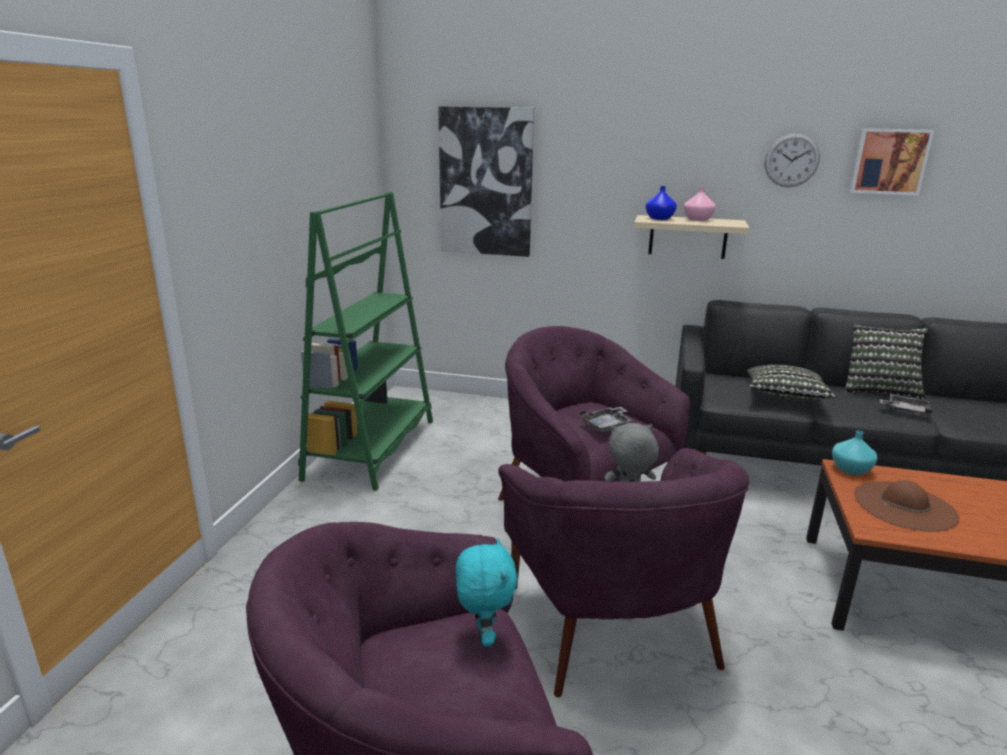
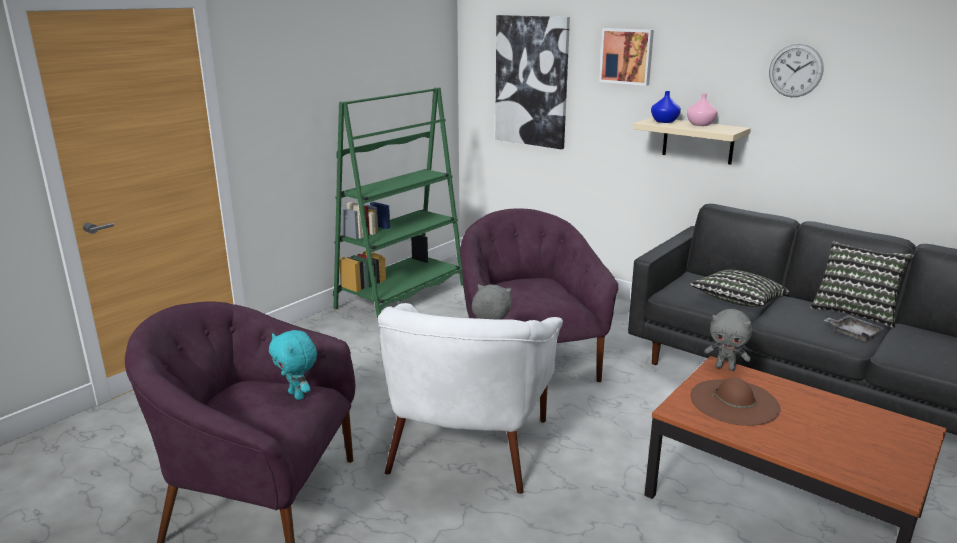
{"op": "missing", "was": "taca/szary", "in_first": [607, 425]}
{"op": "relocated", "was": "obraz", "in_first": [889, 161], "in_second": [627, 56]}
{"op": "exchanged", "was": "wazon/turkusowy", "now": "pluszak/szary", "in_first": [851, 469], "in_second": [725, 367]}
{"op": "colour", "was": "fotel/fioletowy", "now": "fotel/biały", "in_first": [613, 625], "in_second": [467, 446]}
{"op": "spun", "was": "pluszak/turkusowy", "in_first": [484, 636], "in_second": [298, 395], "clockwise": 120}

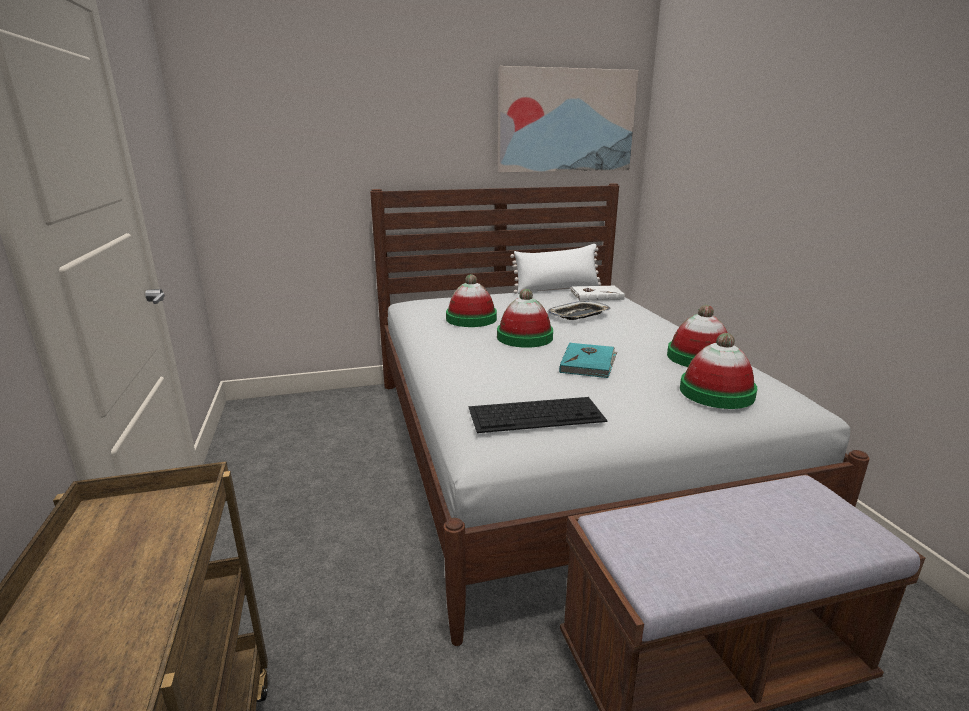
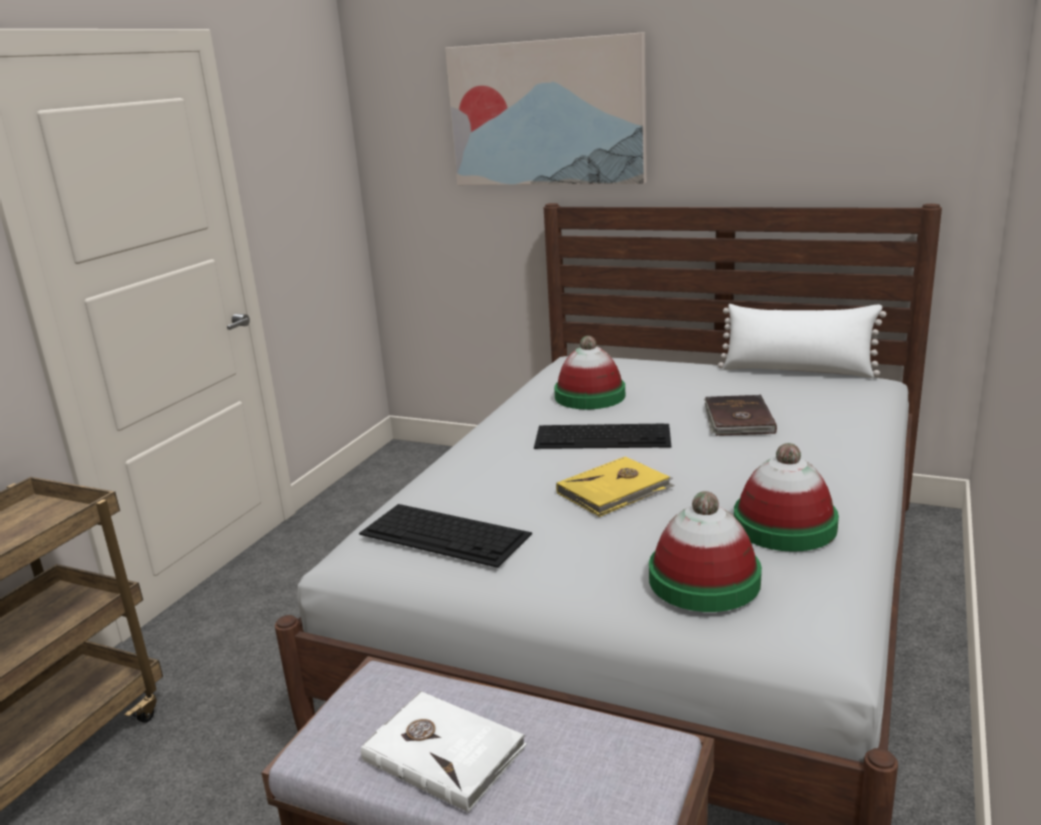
{"op": "relocated", "was": "obraz", "in_first": [566, 121], "in_second": [546, 113]}
{"op": "relocated", "was": "książka/biały", "in_first": [596, 295], "in_second": [444, 752]}
{"op": "exchanged", "was": "kapelusz", "now": "klawiatura", "in_first": [524, 337], "in_second": [604, 436]}
{"op": "exchanged", "was": "taca", "now": "książka/brązowy", "in_first": [579, 315], "in_second": [737, 419]}
{"op": "colour", "was": "książka/turkusowy", "now": "książka/żółty", "in_first": [588, 363], "in_second": [615, 490]}

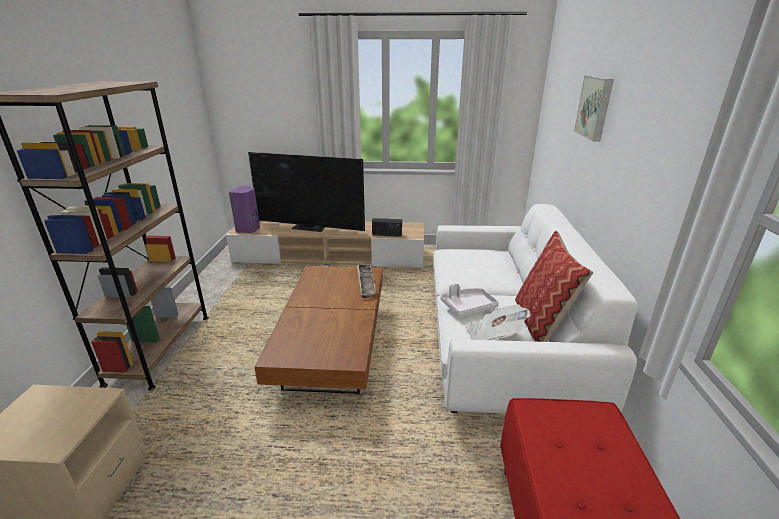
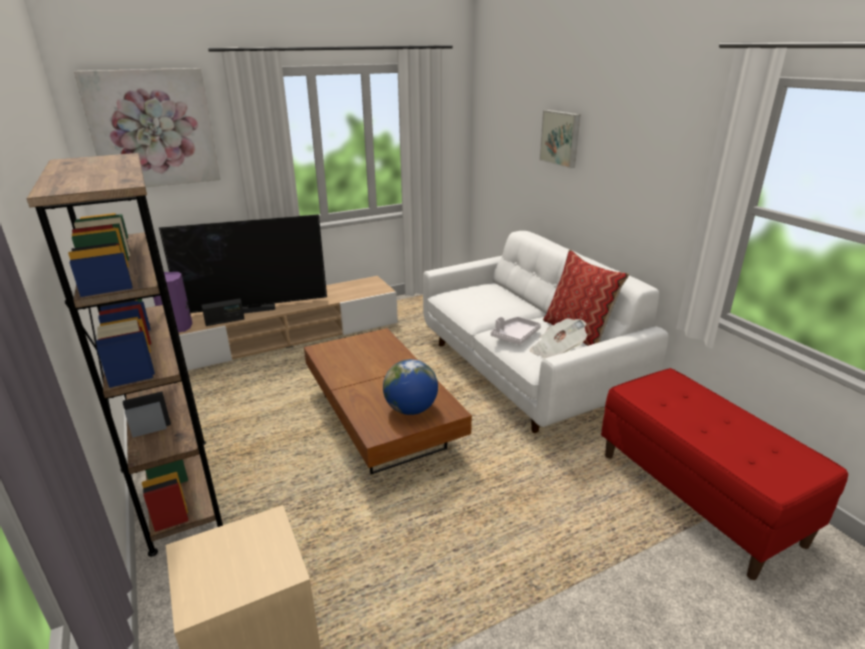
{"op": "missing", "was": "taca", "in_first": [366, 283]}
{"op": "appeared", "now": "obraz", "in_second": [153, 129]}
{"op": "appeared", "now": "globus", "in_second": [411, 409]}
{"op": "relocated", "was": "radio", "in_first": [387, 234], "in_second": [225, 321]}

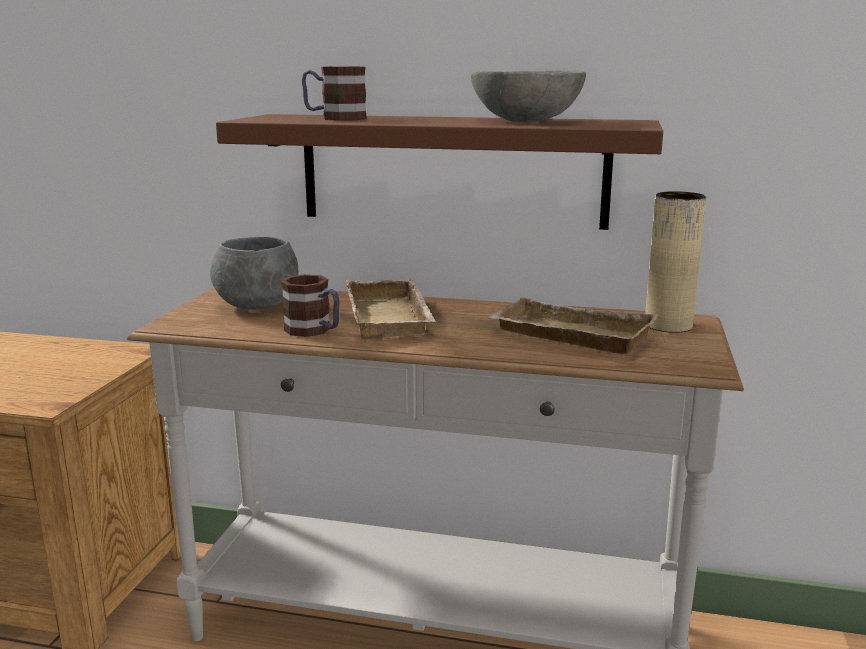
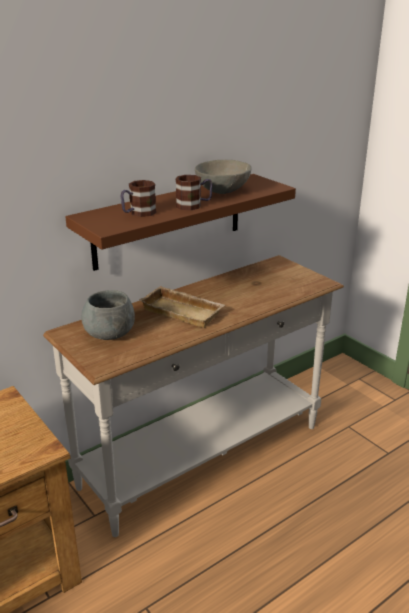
{"op": "missing", "was": "taca/beżowy", "in_first": [568, 336]}
{"op": "missing", "was": "wazon/beżowy", "in_first": [668, 325]}
{"op": "relocated", "was": "kubek", "in_first": [314, 331], "in_second": [194, 205]}

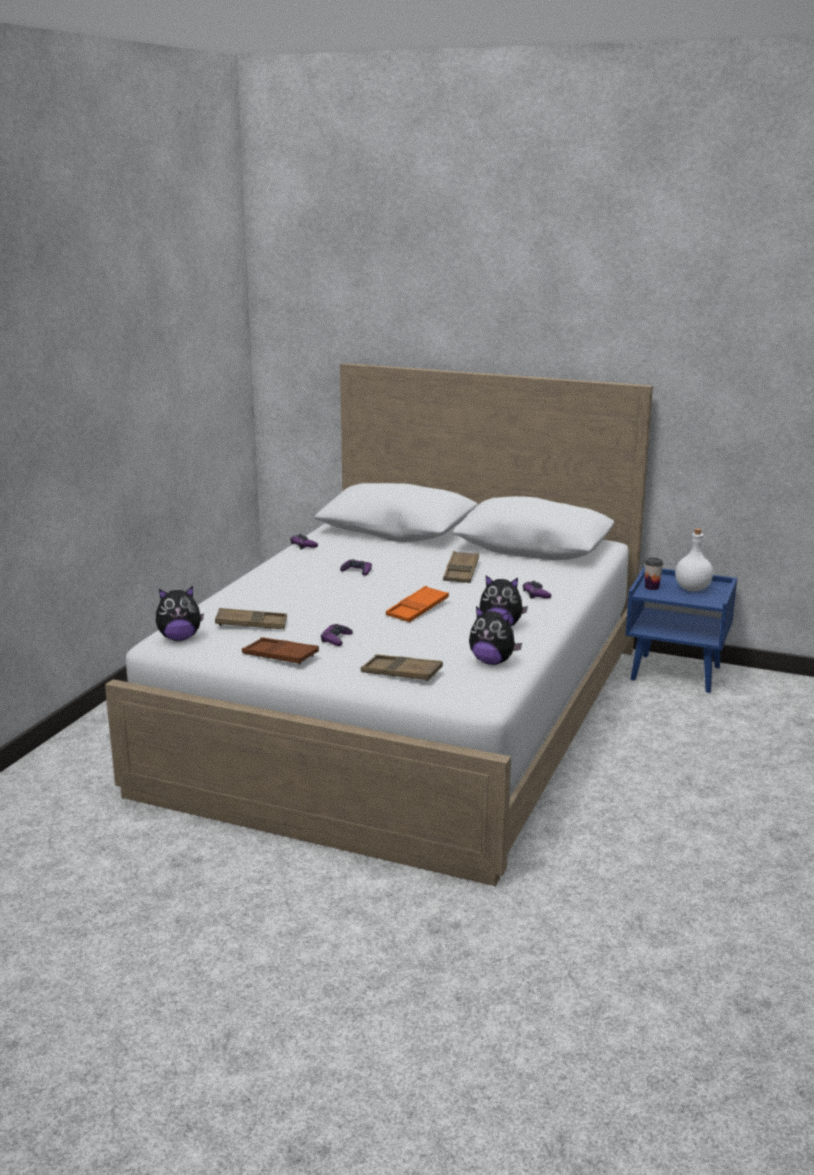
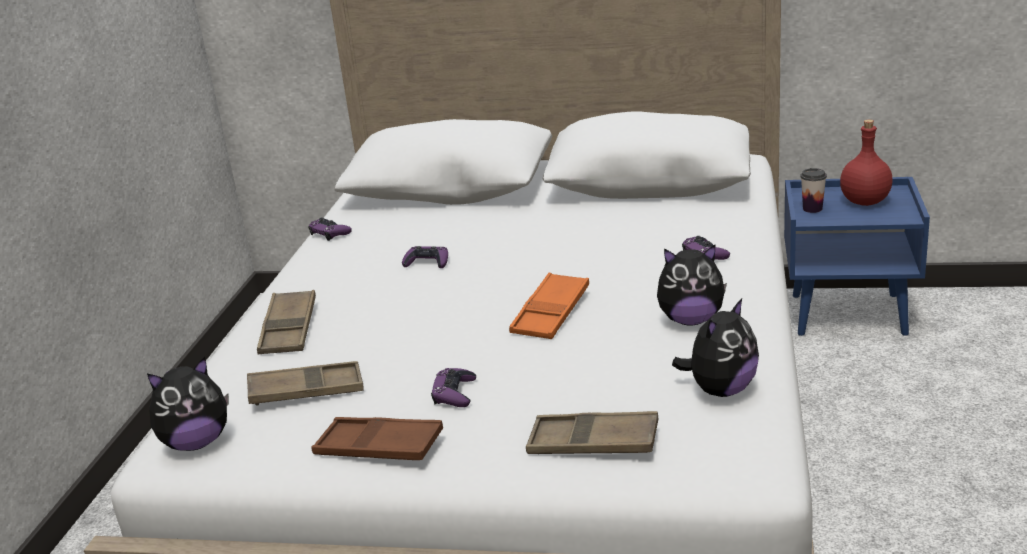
{"op": "relocated", "was": "taca/brązowy", "in_first": [461, 572], "in_second": [289, 329]}
{"op": "colour", "was": "butelka/biały", "now": "butelka/czerwony", "in_first": [692, 588], "in_second": [864, 201]}
{"op": "spun", "was": "pluszak", "in_first": [492, 662], "in_second": [720, 390], "clockwise": -60}

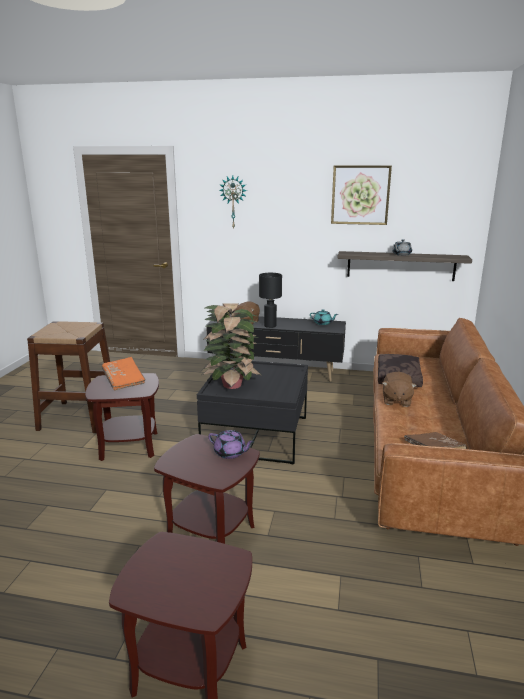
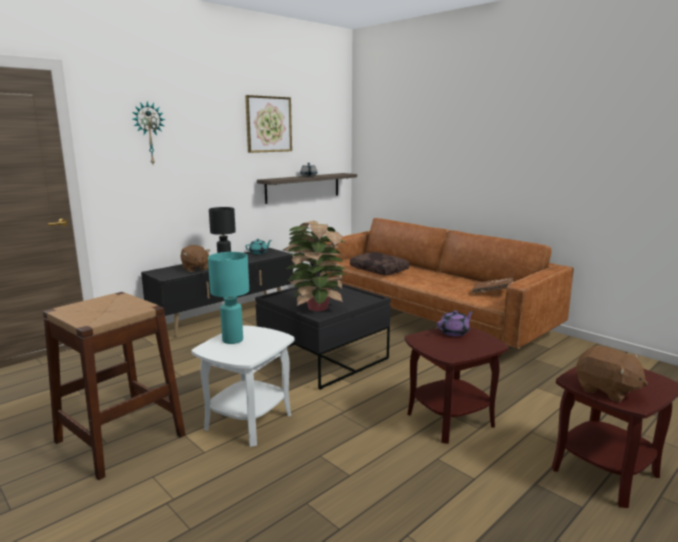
{"op": "relocated", "was": "pluszak/brązowy", "in_first": [396, 400], "in_second": [606, 390]}
{"op": "exchanged", "was": "książka/pomarańczowy", "now": "lampa stołowa/turkusowy", "in_first": [124, 380], "in_second": [233, 340]}
{"op": "colour", "was": "stolik/brązowy", "now": "stolik/biały", "in_first": [129, 445], "in_second": [248, 421]}

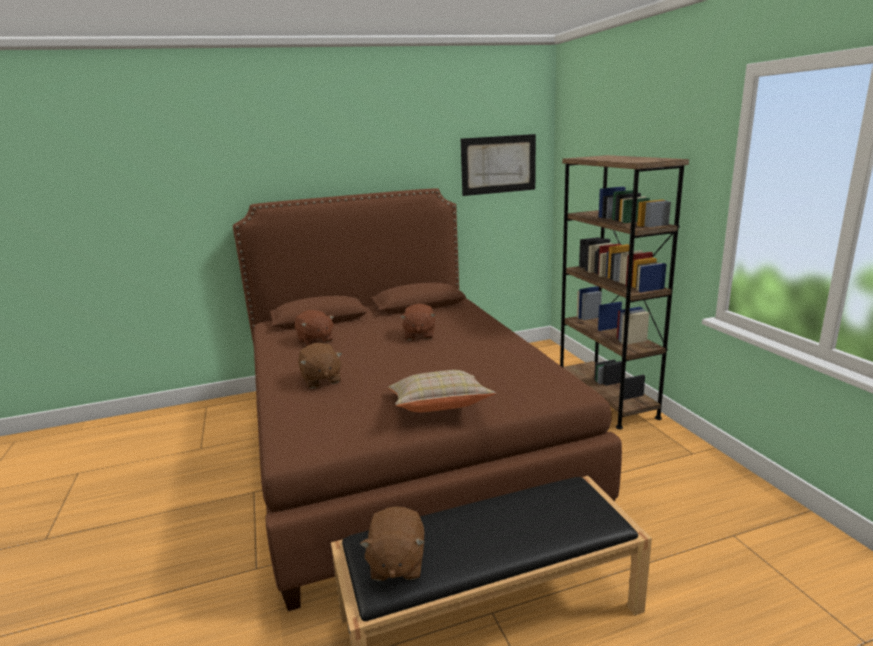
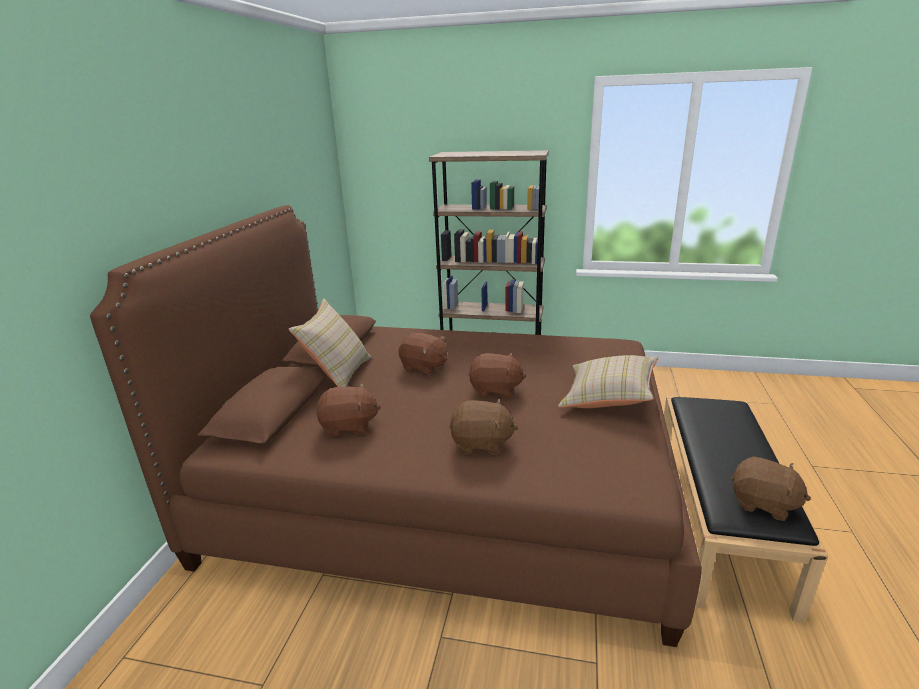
{"op": "missing", "was": "obraz", "in_first": [498, 164]}
{"op": "appeared", "now": "poduszka/beżowy", "in_second": [338, 373]}
{"op": "appeared", "now": "pluszak/brązowy", "in_second": [495, 390]}

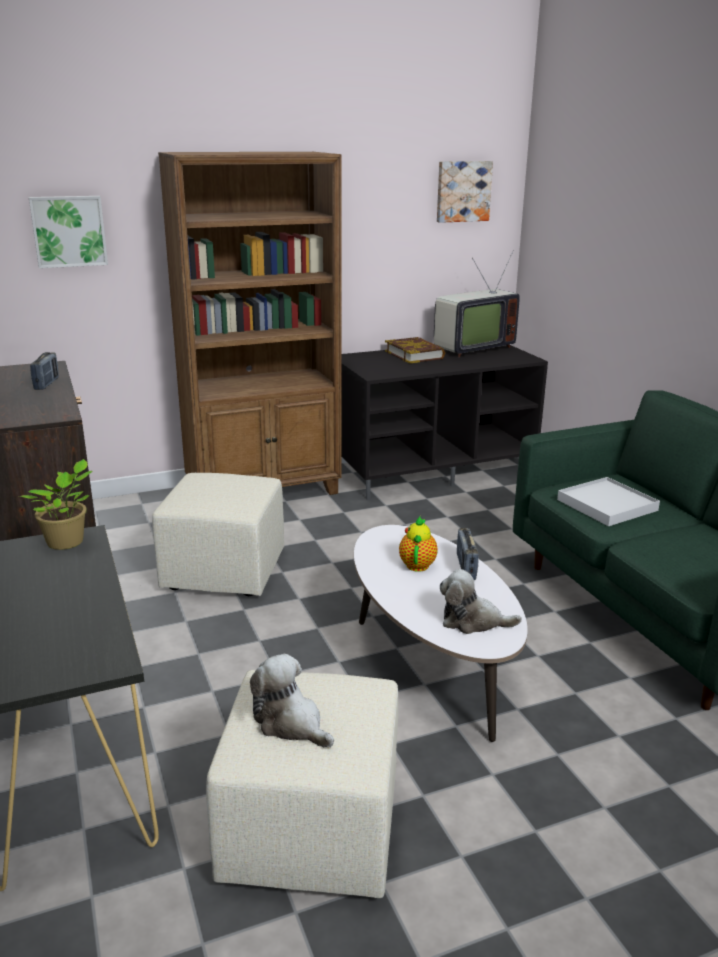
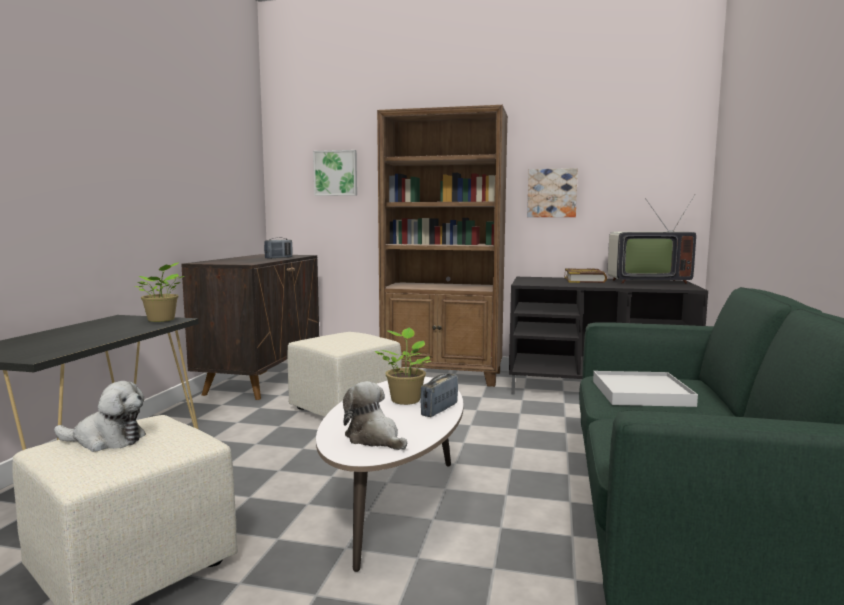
{"op": "relocated", "was": "obraz", "in_first": [463, 191], "in_second": [552, 193]}
{"op": "exchanged", "was": "imbryk", "now": "roślina doniczkowa", "in_first": [417, 564], "in_second": [405, 399]}
{"op": "spun", "was": "pluszak", "in_first": [291, 723], "in_second": [106, 440], "clockwise": 105}

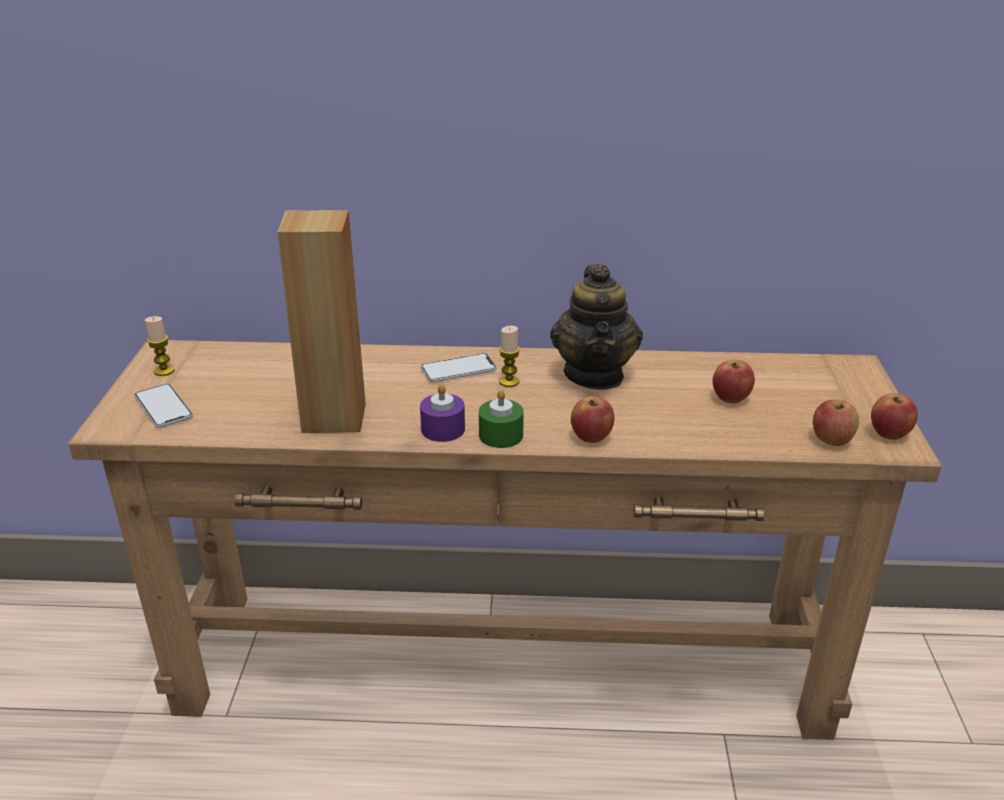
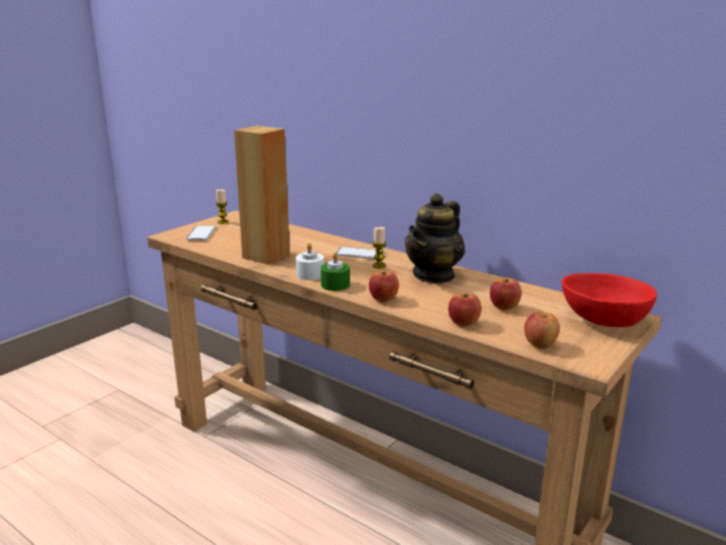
{"op": "appeared", "now": "miska/czerwony", "in_second": [604, 320]}
{"op": "relocated", "was": "jabłko", "in_first": [889, 434], "in_second": [463, 324]}
{"op": "colour", "was": "świeca/fioletowy", "now": "świeca/biały", "in_first": [443, 429], "in_second": [310, 274]}

